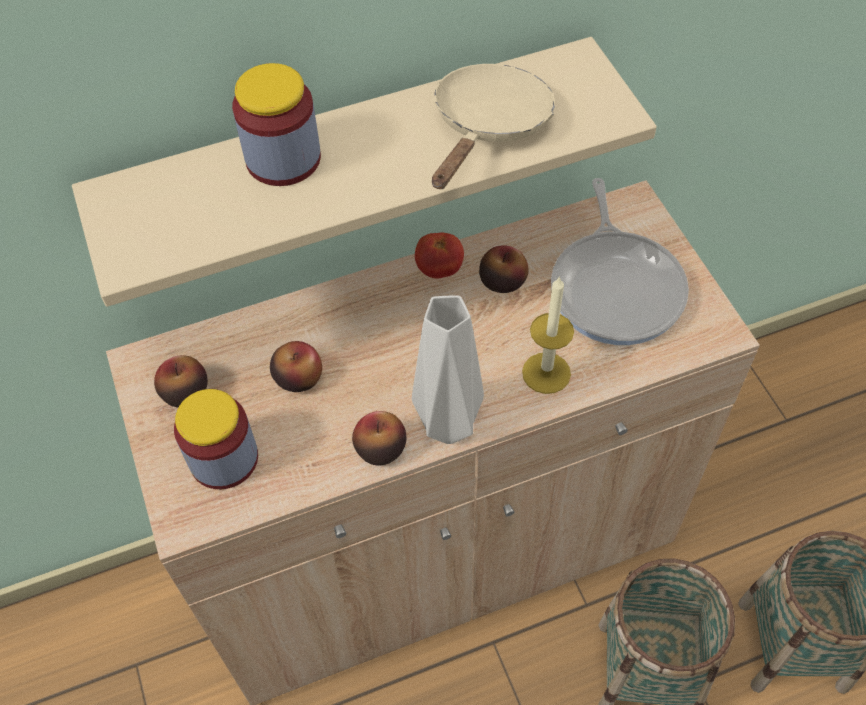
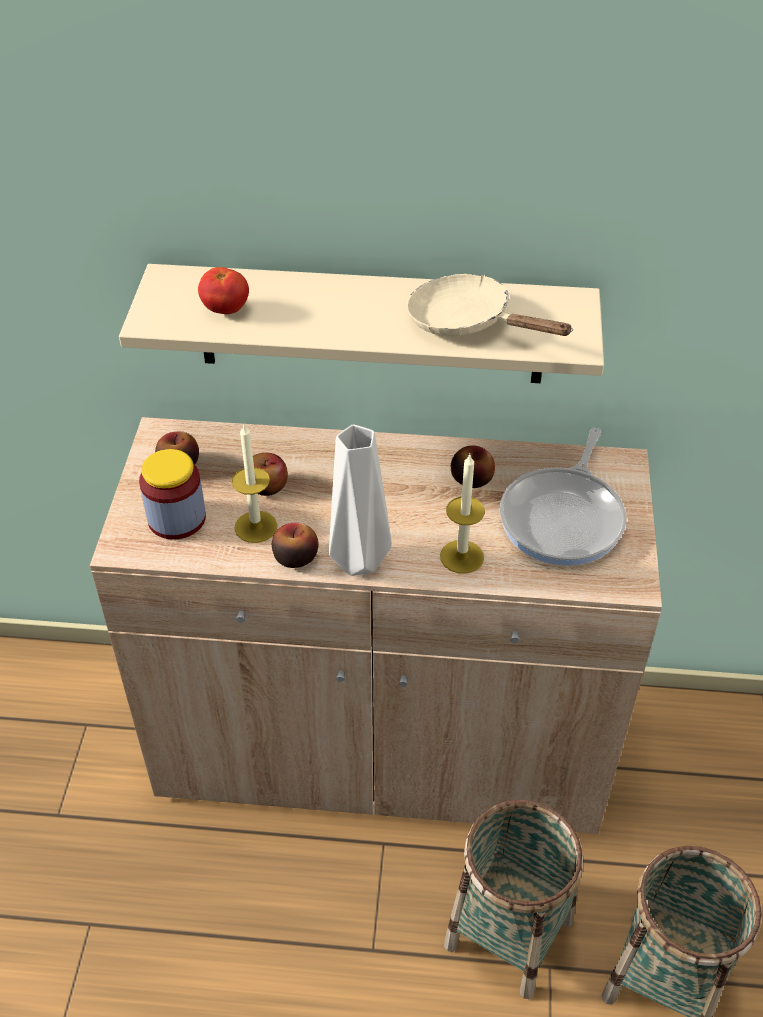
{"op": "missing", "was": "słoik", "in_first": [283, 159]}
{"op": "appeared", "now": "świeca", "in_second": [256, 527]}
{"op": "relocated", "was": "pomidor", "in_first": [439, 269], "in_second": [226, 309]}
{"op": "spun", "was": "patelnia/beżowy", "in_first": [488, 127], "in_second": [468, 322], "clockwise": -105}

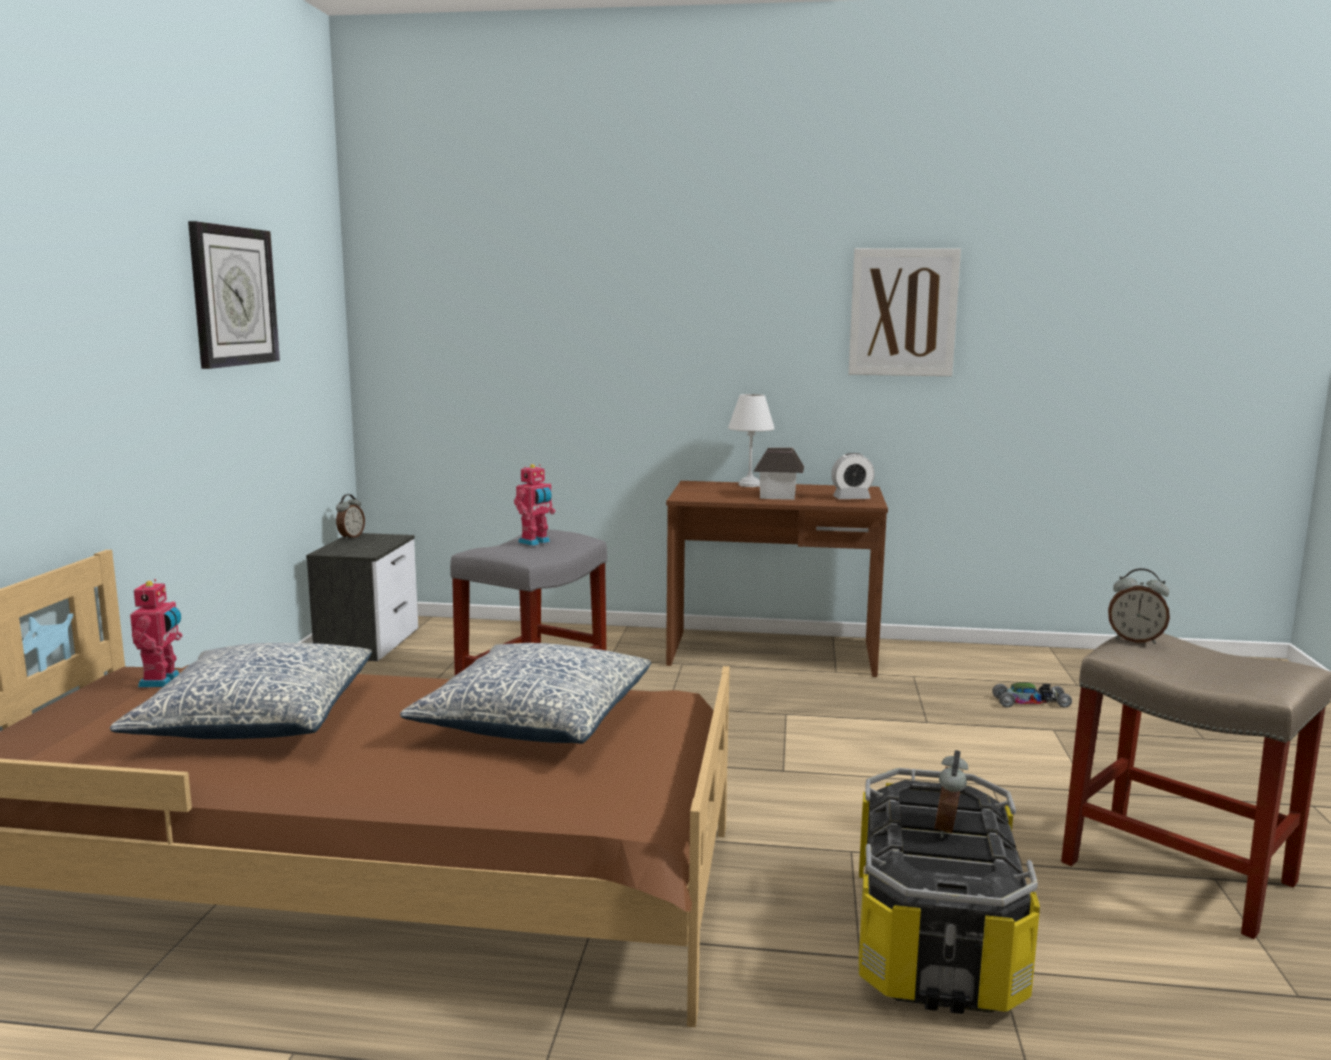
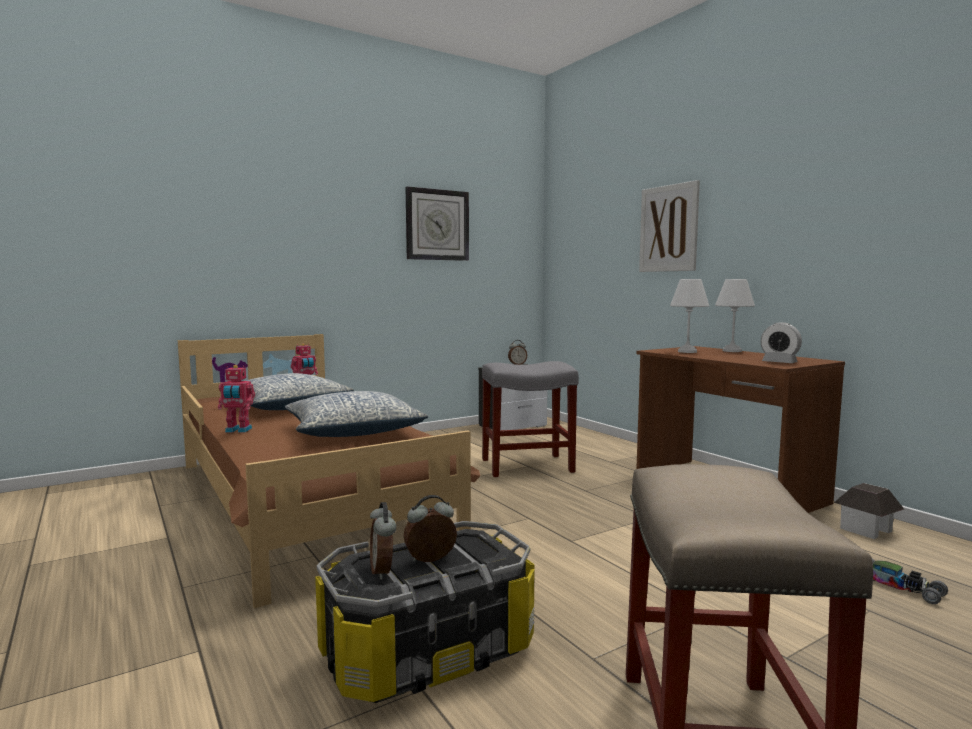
{"op": "appeared", "now": "lampa stołowa/biały", "in_second": [686, 352]}
{"op": "relocated", "was": "robot zabawkowy", "in_first": [535, 542], "in_second": [238, 430]}
{"op": "relocated", "was": "domek", "in_first": [778, 495], "in_second": [866, 530]}
{"op": "relocated", "was": "obraz", "in_first": [903, 312], "in_second": [668, 228]}
{"op": "relocated", "was": "budzik", "in_first": [1135, 640], "in_second": [383, 571]}

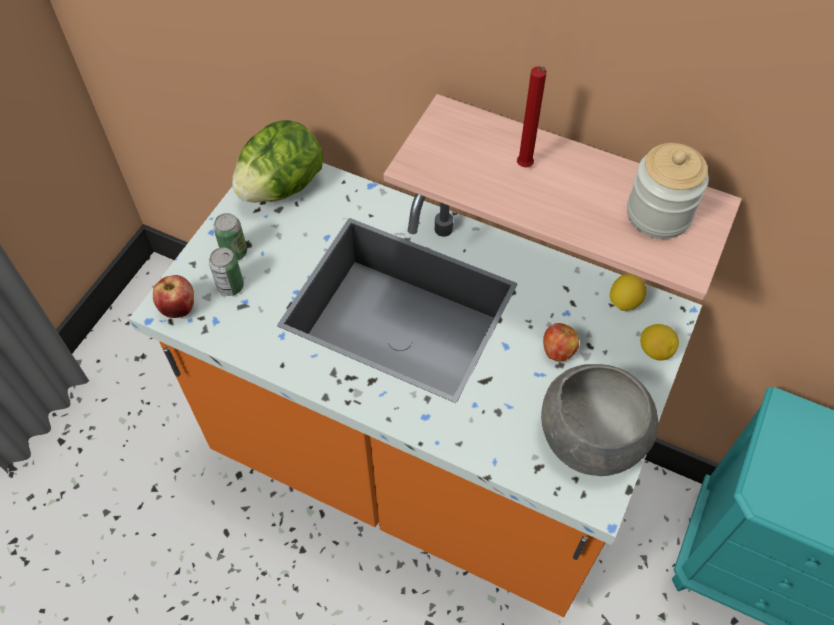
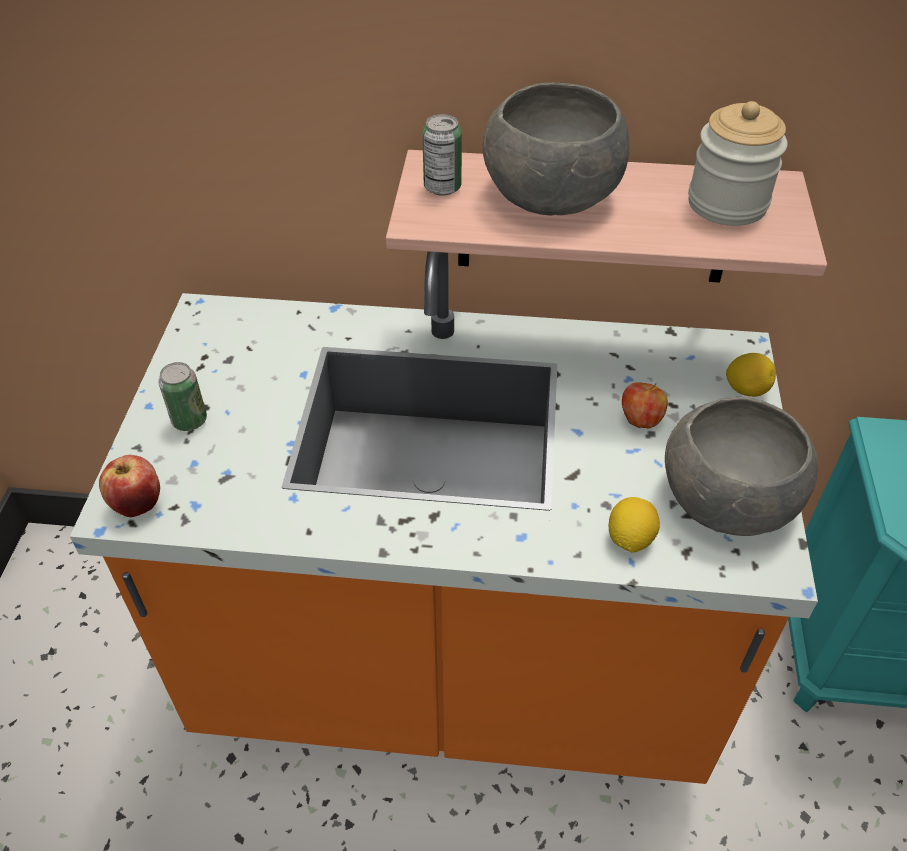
{"op": "missing", "was": "sałata", "in_first": [282, 186]}
{"op": "relocated", "was": "puszka", "in_first": [230, 286], "in_second": [442, 187]}
{"op": "relocated", "was": "cytryna", "in_first": [624, 302], "in_second": [630, 539]}
{"op": "exchanged", "was": "świeca/czerwony", "now": "miska/szary", "in_first": [524, 168], "in_second": [552, 195]}

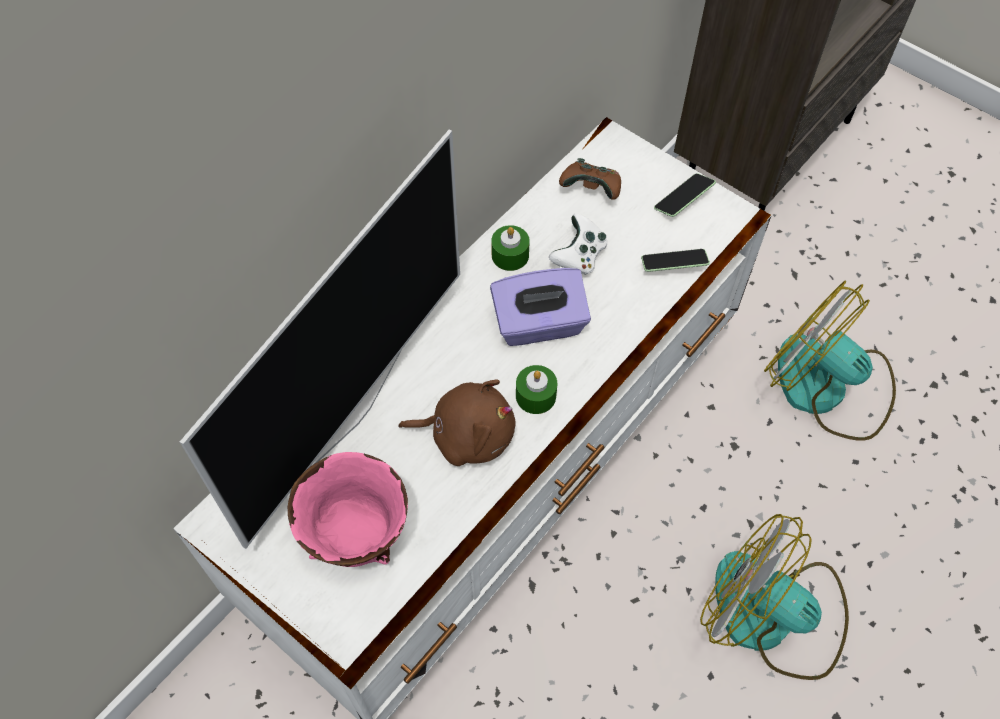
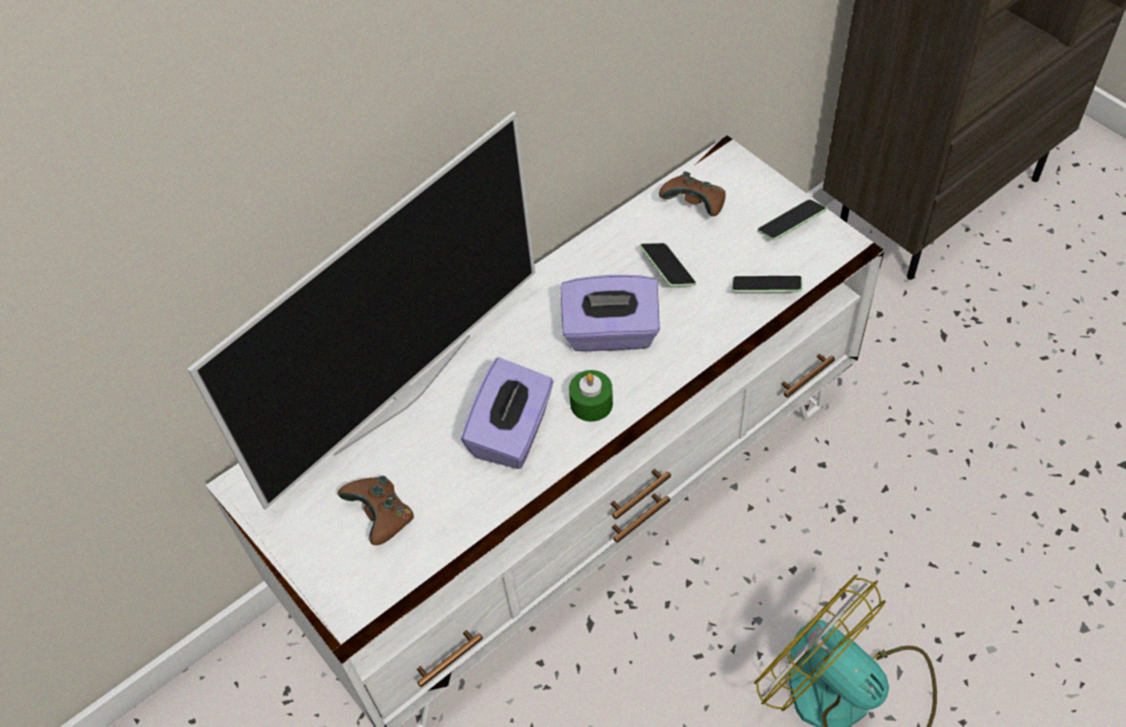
{"op": "missing", "was": "świeca/zielony", "in_first": [510, 255]}
{"op": "missing", "was": "wentylator", "in_first": [826, 389]}
{"op": "exchanged", "was": "miska/różowy", "now": "pad do gier/brązowy", "in_first": [358, 536], "in_second": [382, 517]}
{"op": "exchanged", "was": "pluszak/brązowy", "now": "pudełko chusteczek/fioletowy", "in_first": [467, 434], "in_second": [512, 432]}
{"op": "exchanged", "was": "pad do gier/biały", "now": "telefon", "in_first": [579, 256], "in_second": [667, 271]}

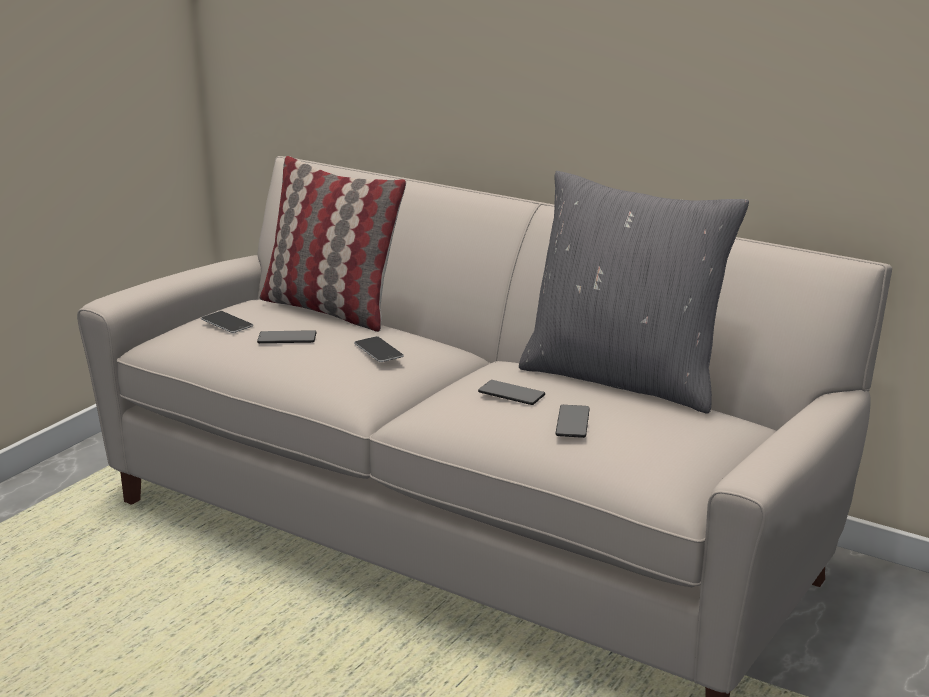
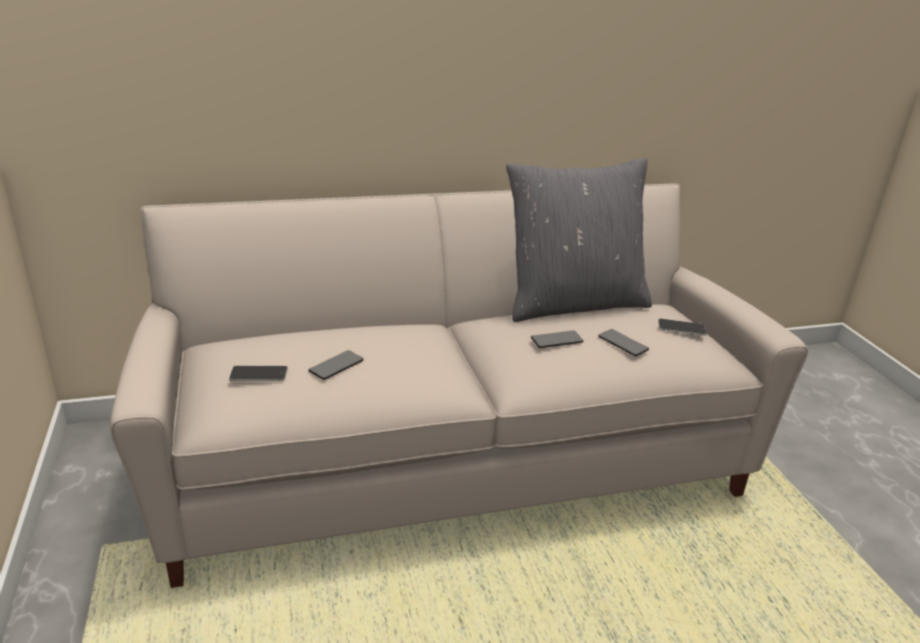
{"op": "missing", "was": "poduszka", "in_first": [331, 309]}
{"op": "relocated", "was": "telefon", "in_first": [378, 350], "in_second": [682, 327]}

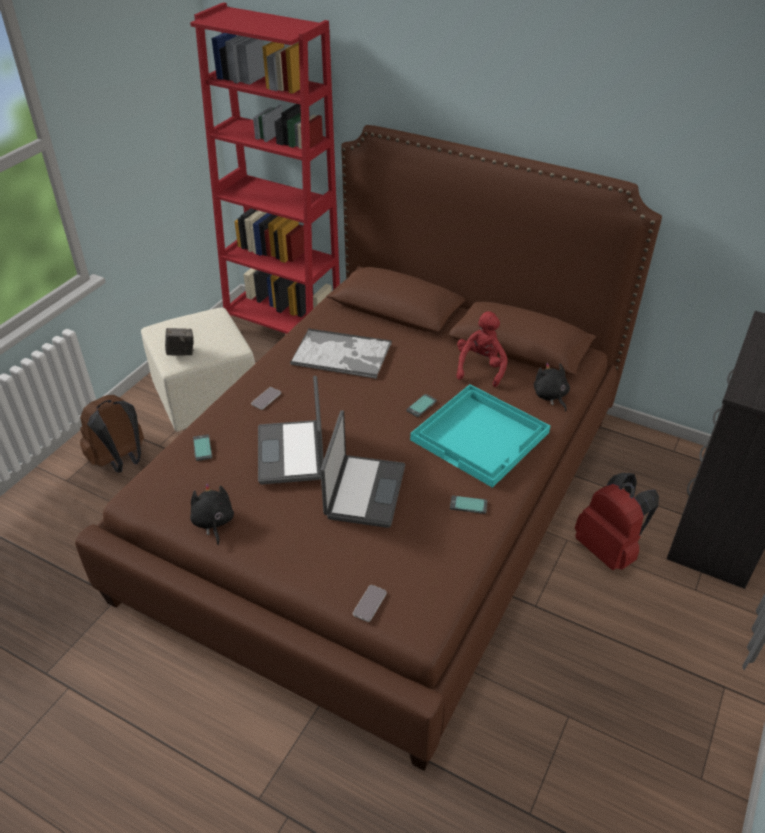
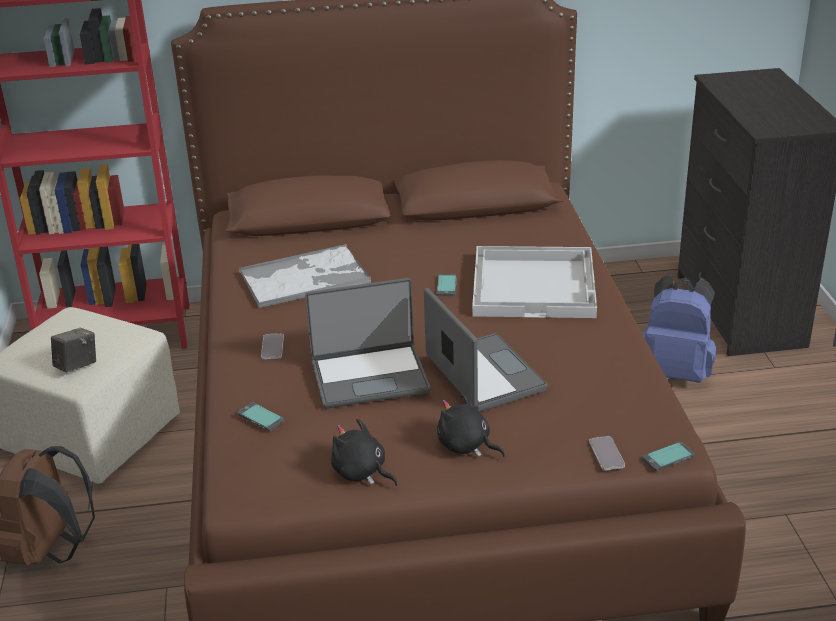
{"op": "missing", "was": "pluszak/czerwony", "in_first": [480, 367]}
{"op": "relocated", "was": "telefon", "in_first": [468, 505], "in_second": [668, 457]}
{"op": "relocated", "was": "pluszak/czarny", "in_first": [550, 396], "in_second": [466, 446]}
{"op": "colour", "was": "taca/turkusowy", "now": "taca/biały", "in_first": [481, 436], "in_second": [535, 284]}
{"op": "colour", "was": "plecak/czerwony", "now": "plecak/niebieski", "in_first": [609, 549], "in_second": [675, 372]}
{"op": "spun", "was": "laptop", "in_first": [292, 453], "in_second": [370, 376], "clockwise": -60}

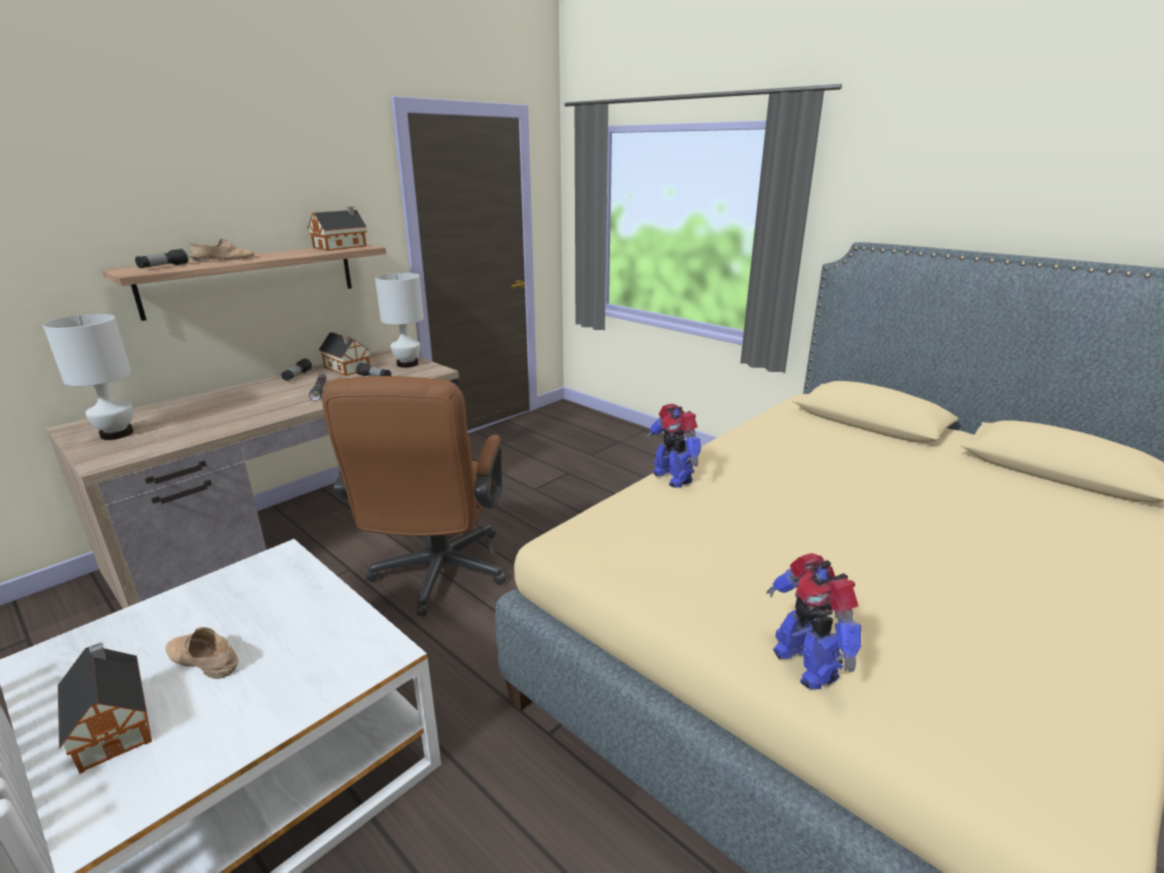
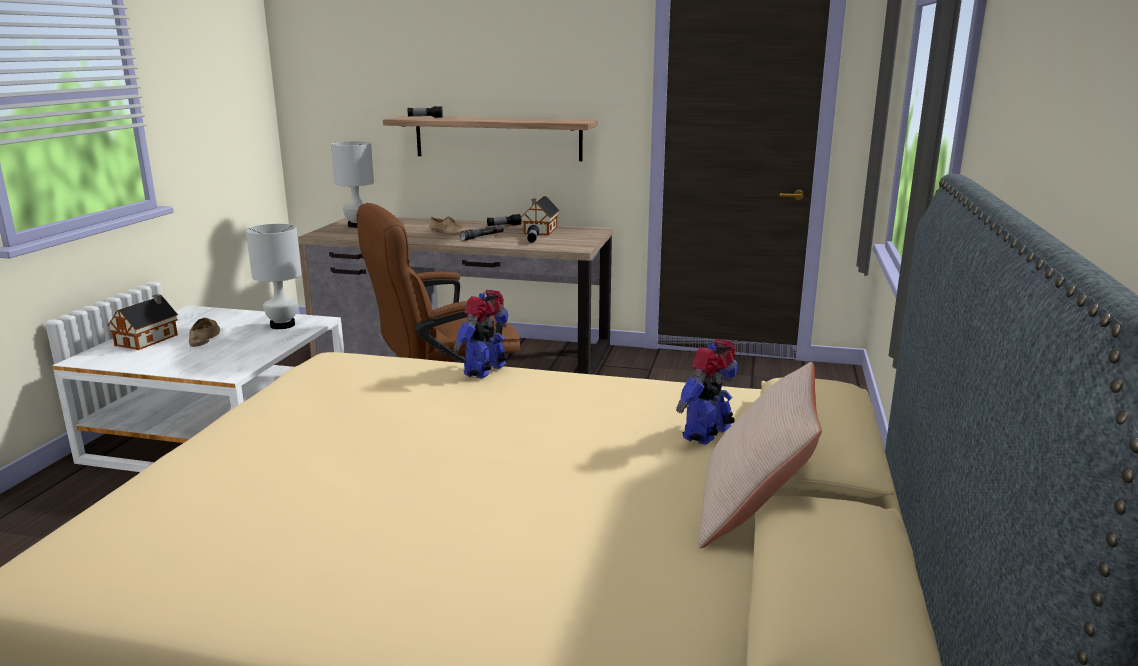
{"op": "missing", "was": "domek", "in_first": [342, 247]}
{"op": "appeared", "now": "poduszka/beżowy", "in_second": [753, 510]}
{"op": "relocated", "was": "but/beżowy", "in_first": [224, 259], "in_second": [448, 232]}
{"op": "relocated", "was": "lampa stołowa/biały", "in_first": [408, 364], "in_second": [283, 325]}
{"op": "relocated", "was": "robot zabawkowy", "in_first": [805, 664], "in_second": [708, 433]}

